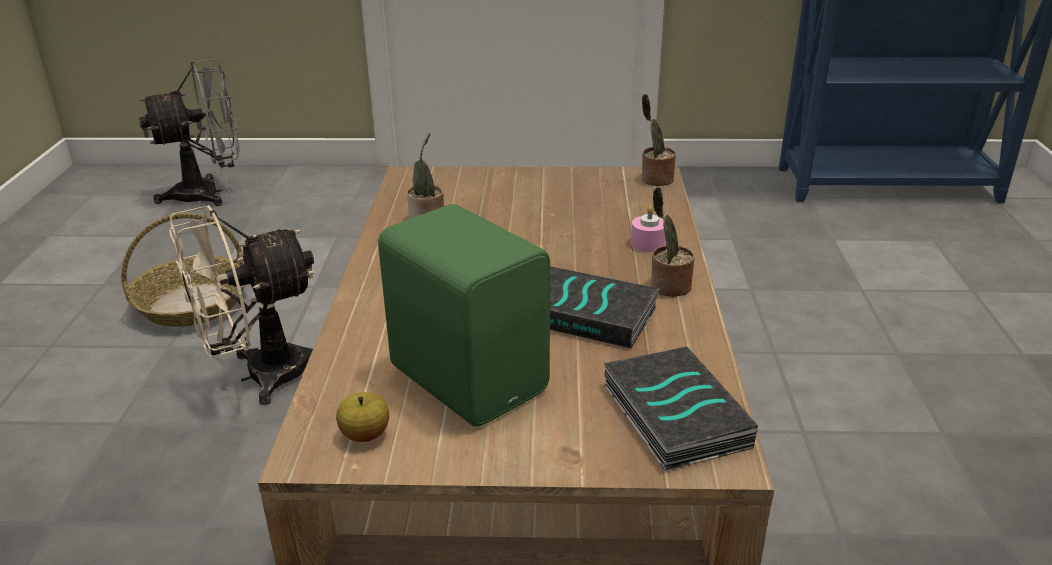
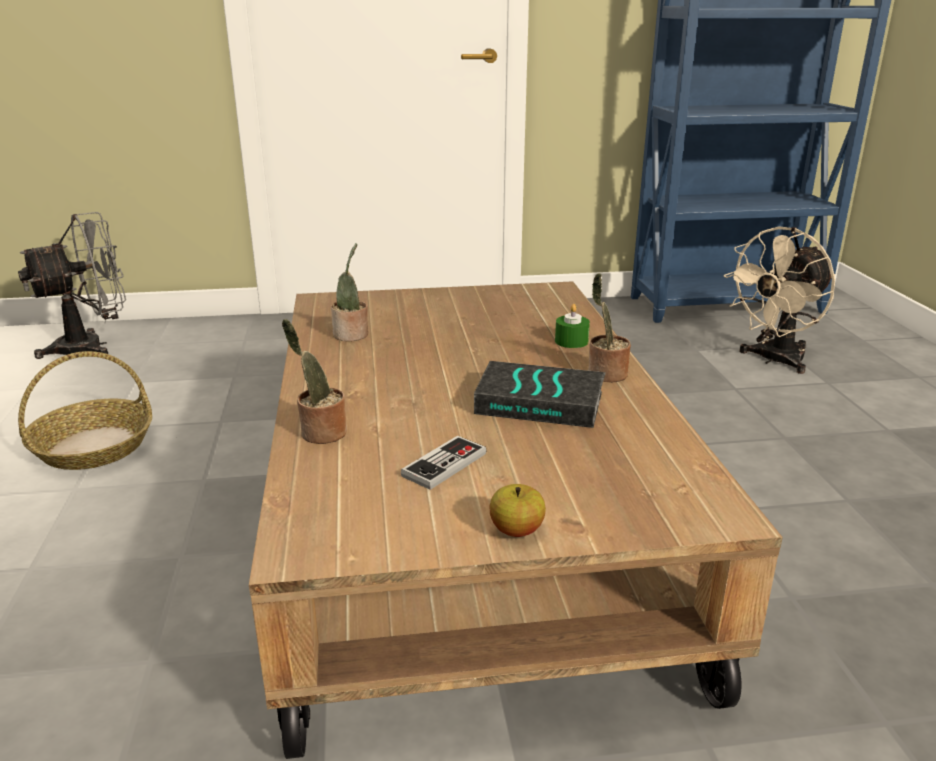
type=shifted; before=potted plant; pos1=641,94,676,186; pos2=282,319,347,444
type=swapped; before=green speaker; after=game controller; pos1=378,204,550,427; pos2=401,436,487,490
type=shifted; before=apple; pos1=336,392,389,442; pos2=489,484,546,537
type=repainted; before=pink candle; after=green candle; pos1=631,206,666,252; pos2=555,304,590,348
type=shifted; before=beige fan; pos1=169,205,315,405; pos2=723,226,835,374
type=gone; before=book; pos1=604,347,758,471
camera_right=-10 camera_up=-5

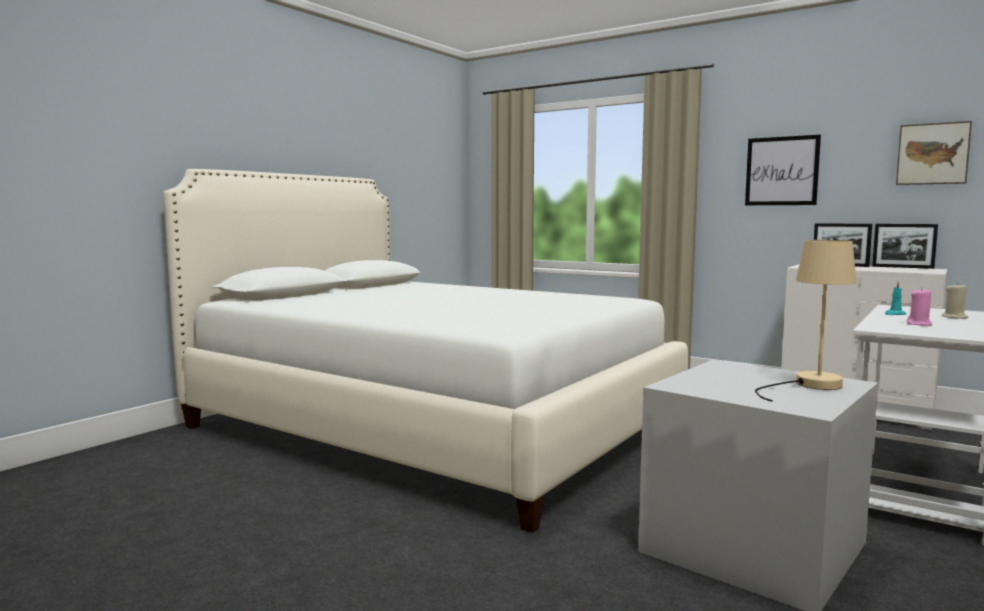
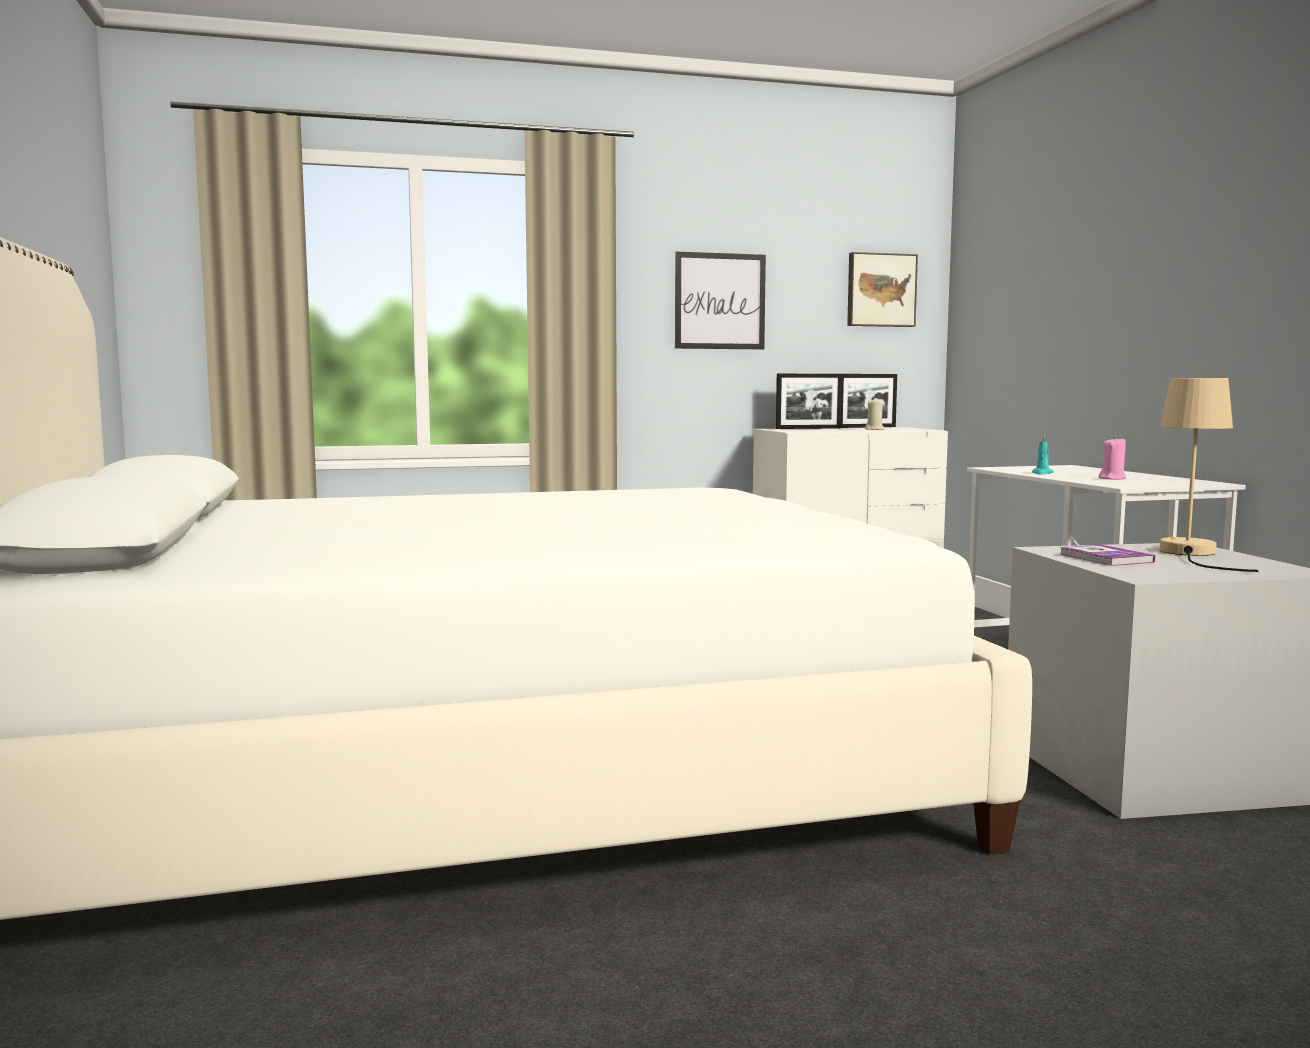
type=shifted; before=beige candle; pos1=942,283,968,319; pos2=865,397,884,430
type=new; after=book; pos2=1059,545,1155,566
camera_right=-50 camera_up=0

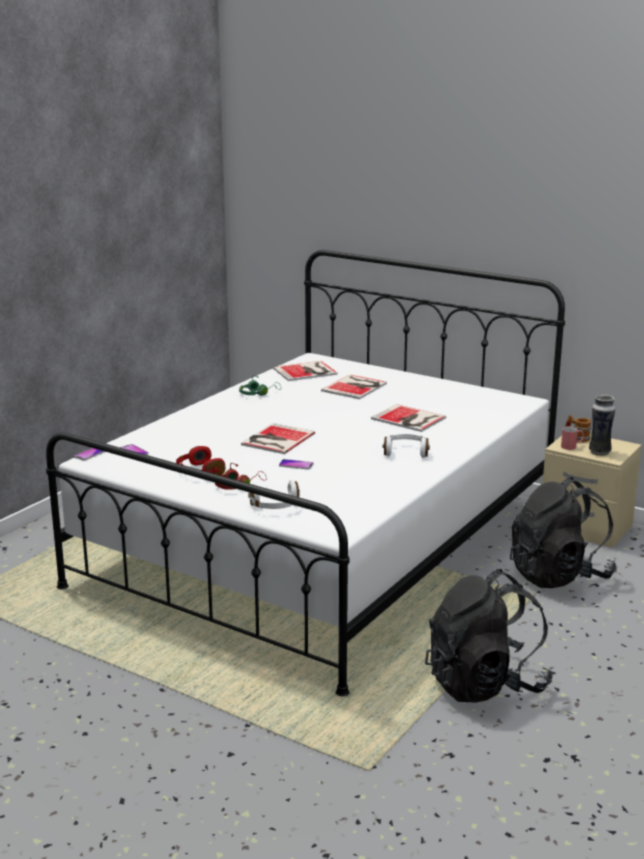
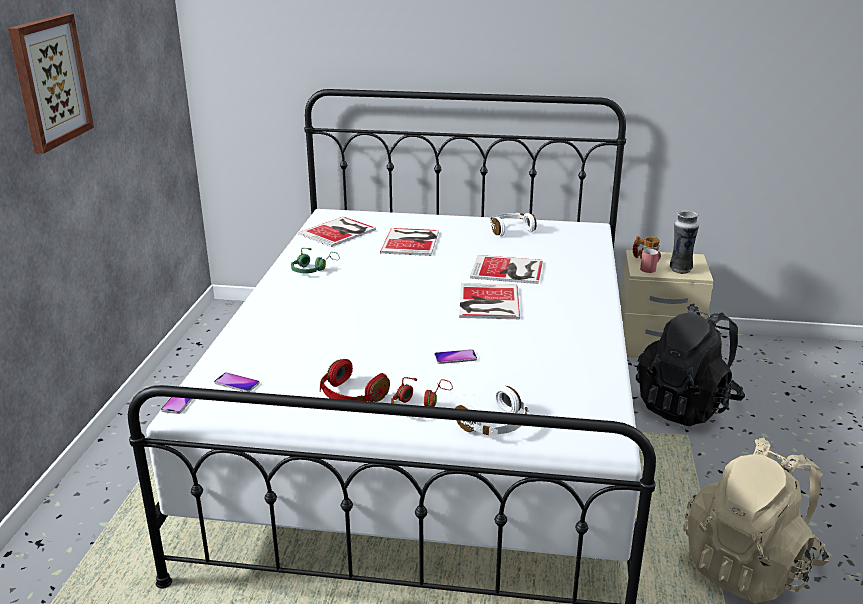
type=new; after=picture; pos2=8,14,94,153
type=shifted; before=book; pos1=241,423,315,454; pos2=459,283,520,319
type=shifted; before=white headphones; pos1=383,434,430,458; pos2=490,213,537,236
type=repainted; before=black backpack; after=beige backpack; pos1=425,569,553,703; pos2=683,437,829,604
camera_right=-25 camera_up=5

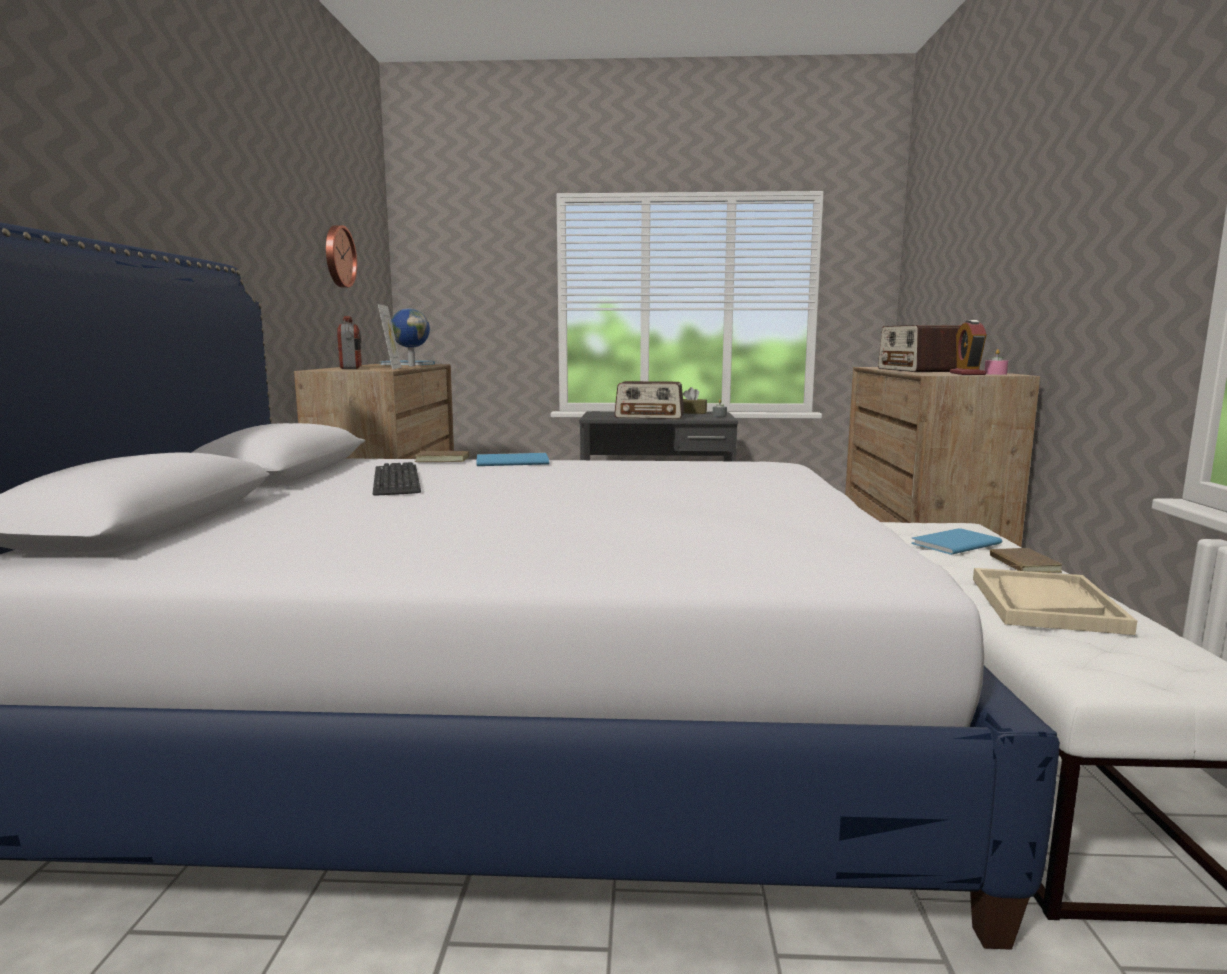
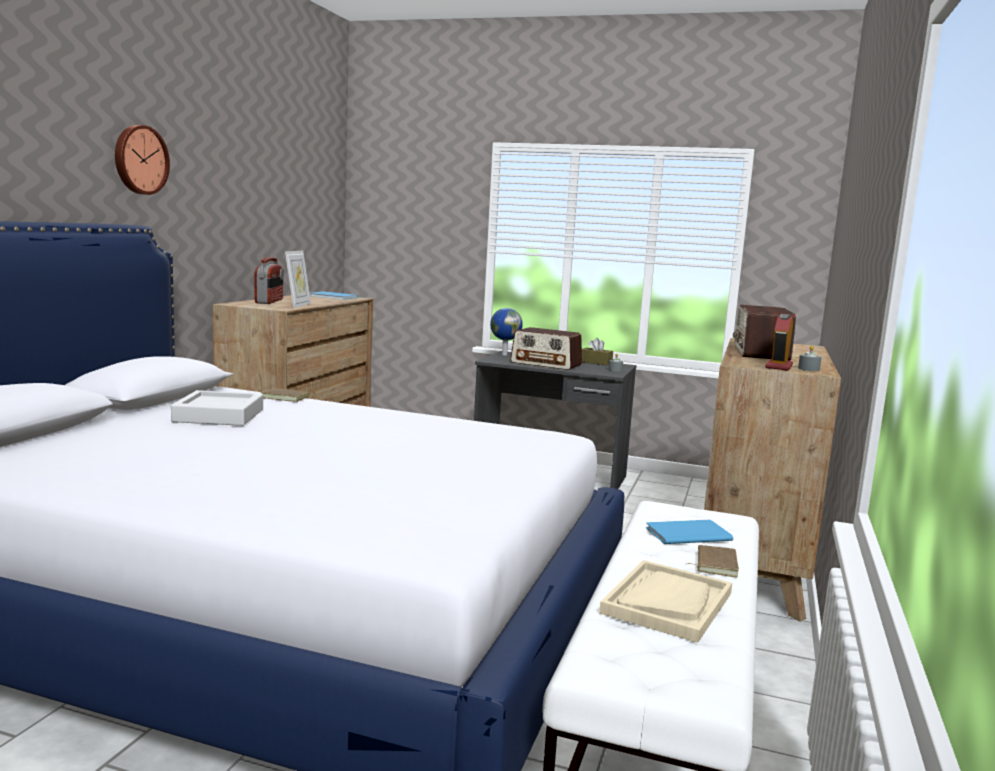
type=shifted; before=wall clock; pos1=326,225,357,288; pos2=115,125,170,195
type=swapped; before=keyboard; after=grey tray; pos1=373,462,421,495; pos2=171,390,263,426
type=shifted; before=globe; pos1=391,308,430,366; pos2=490,308,522,356
type=repainted; before=pink candle; after=grey candle; pos1=985,349,1008,375; pos2=798,345,822,371
type=gone; before=blue book; pos1=477,453,549,466
camera_right=15 camera_up=0

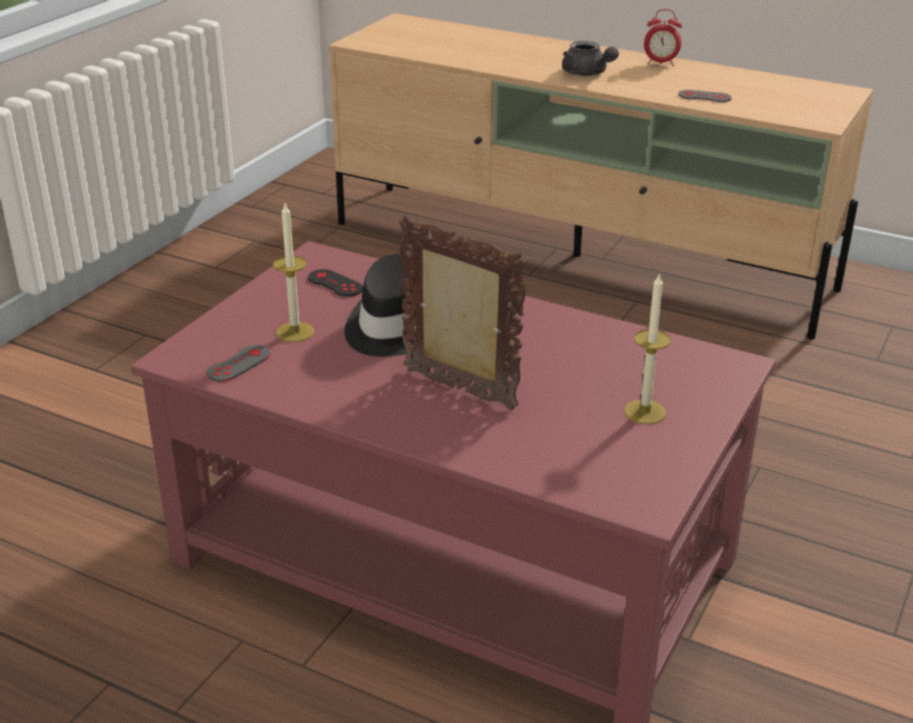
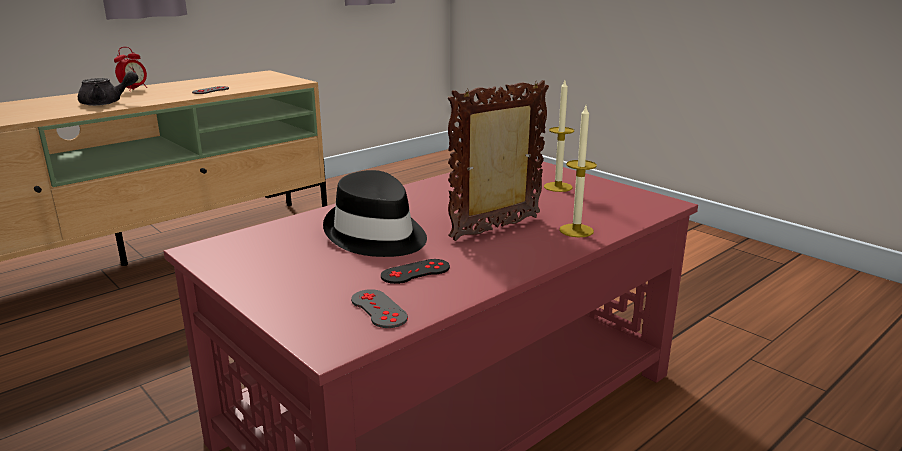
type=shifted; before=black game controller; pos1=308,269,363,297; pos2=381,259,450,284
type=shifted; before=candle; pos1=273,204,314,342; pos2=559,106,597,238
camera_right=-70 camera_up=-10

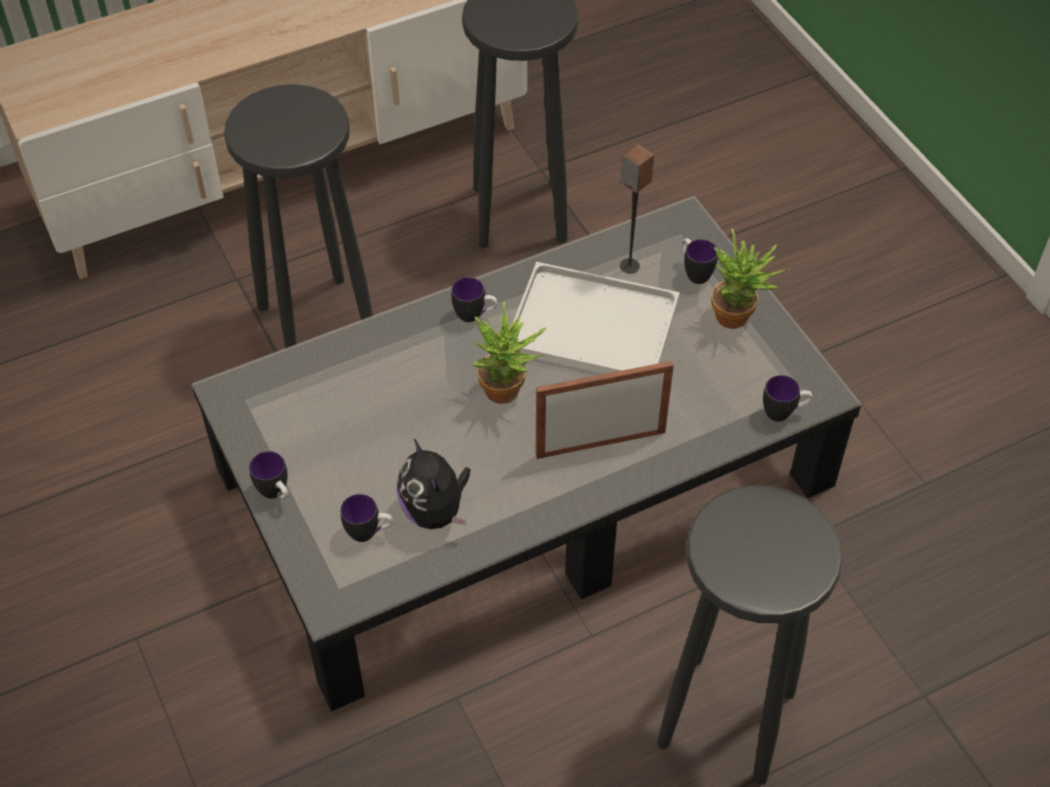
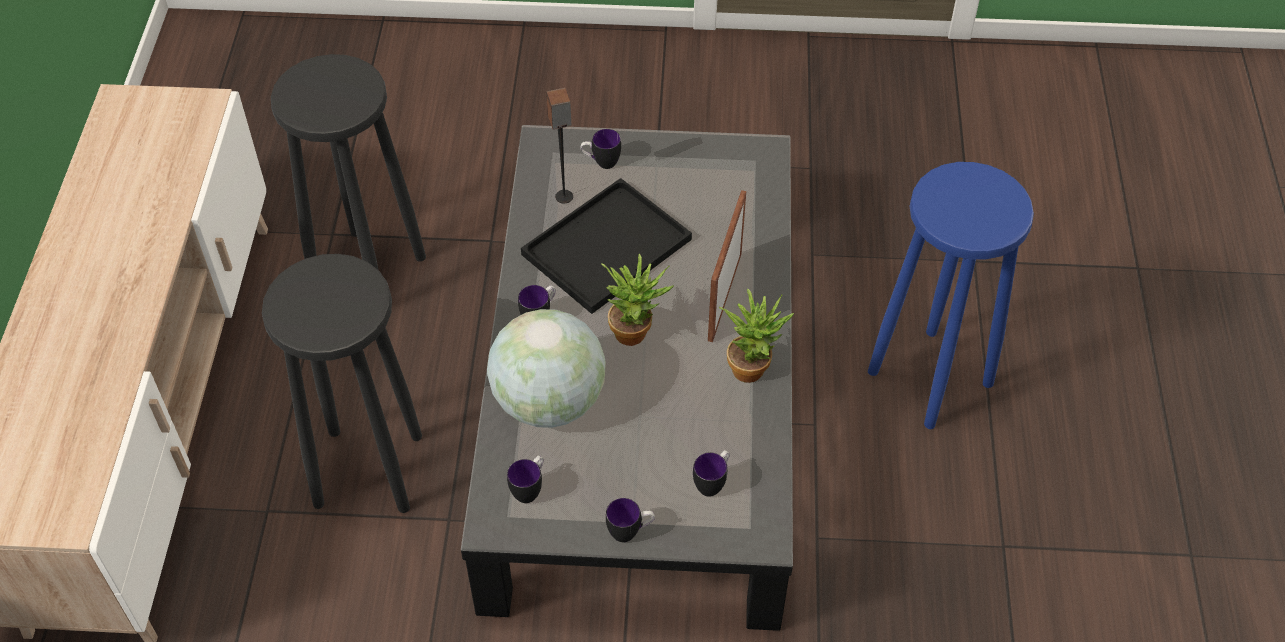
type=new; after=globe; pos2=487,309,606,428
type=shifted; before=mug; pos1=763,375,813,422; pos2=507,456,543,503
type=repainted; before=white tray; after=black tray; pos1=513,262,680,374; pos2=521,178,692,314
type=shifted; before=potted plant; pos1=711,229,790,329; pos2=719,289,794,383
type=repainted; before=black stool; after=blue stool; pos1=657,485,843,785; pos2=868,162,1034,429
type=gone; before=plush toy; pos1=397,438,471,529
camera_right=-60 camera_up=0

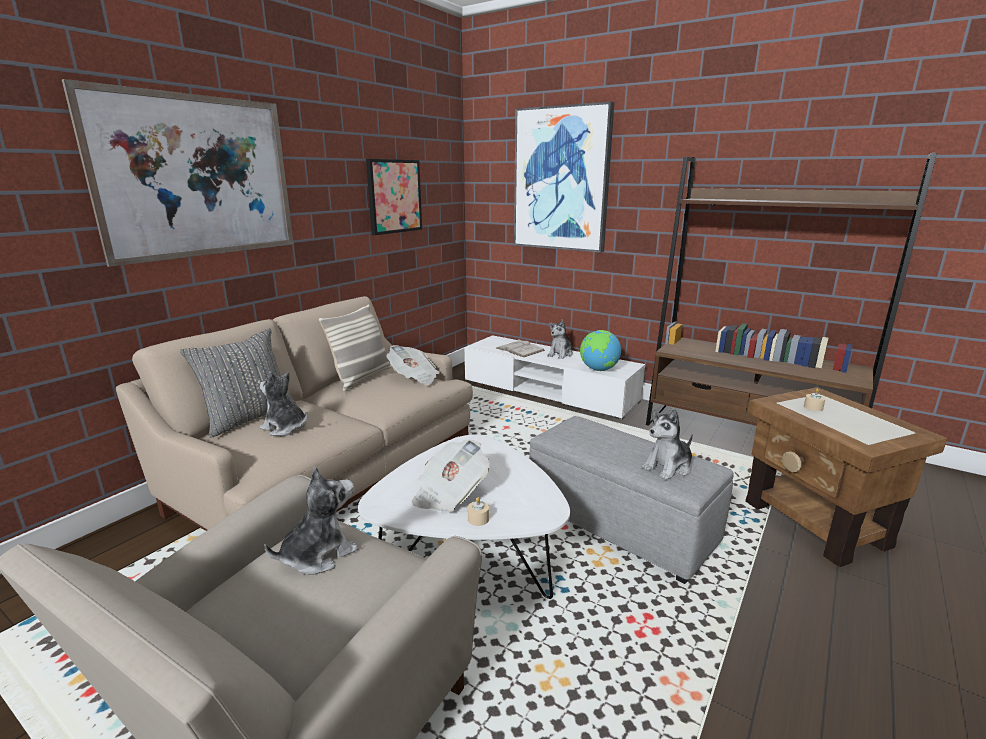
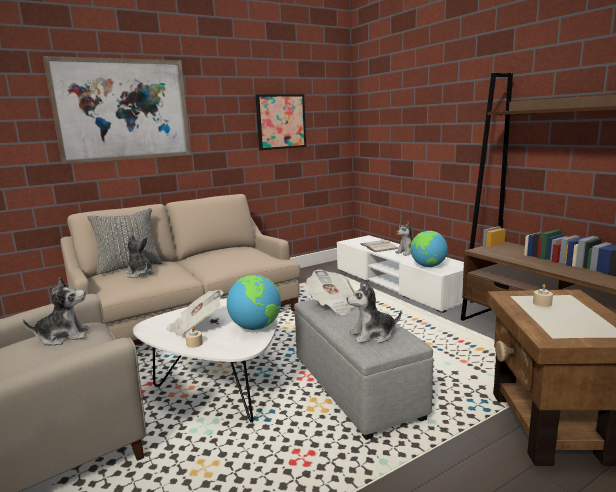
type=new; after=globe; pos2=227,275,281,330
type=shifted; before=newspaper; pos1=386,345,440,385; pos2=306,270,355,315
type=gone; before=pillow; pos1=319,304,391,391
type=gone; before=picture; pos1=514,102,614,252
camera_right=25 camera_up=-5

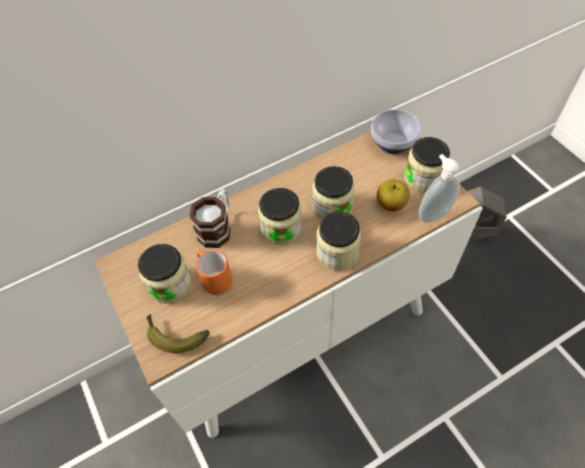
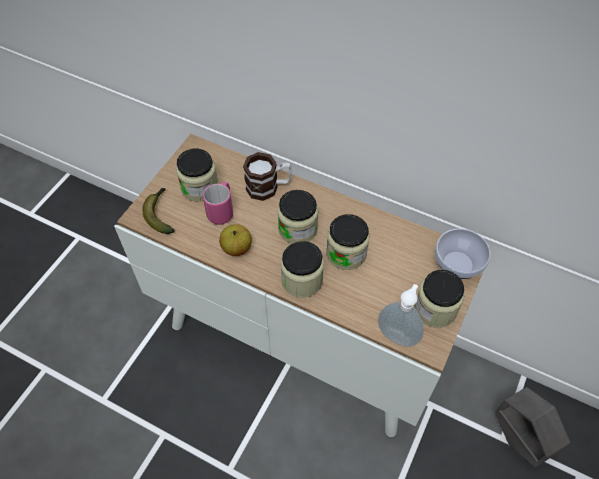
type=repainted; before=orange mug; after=pink mug; pos1=196,250,232,295; pos2=203,182,233,225
type=shifted; before=apple; pos1=377,180,409,211; pos2=219,224,252,256
camera_right=55 camera_up=0

